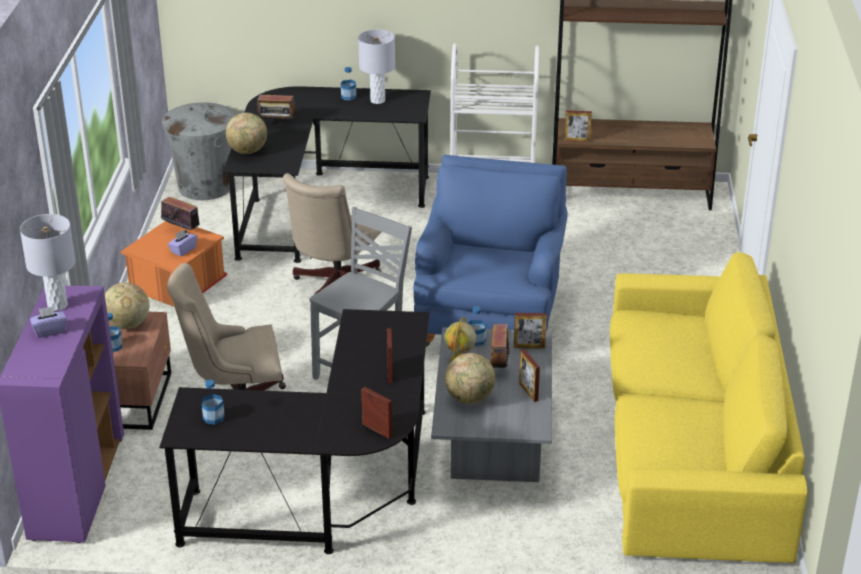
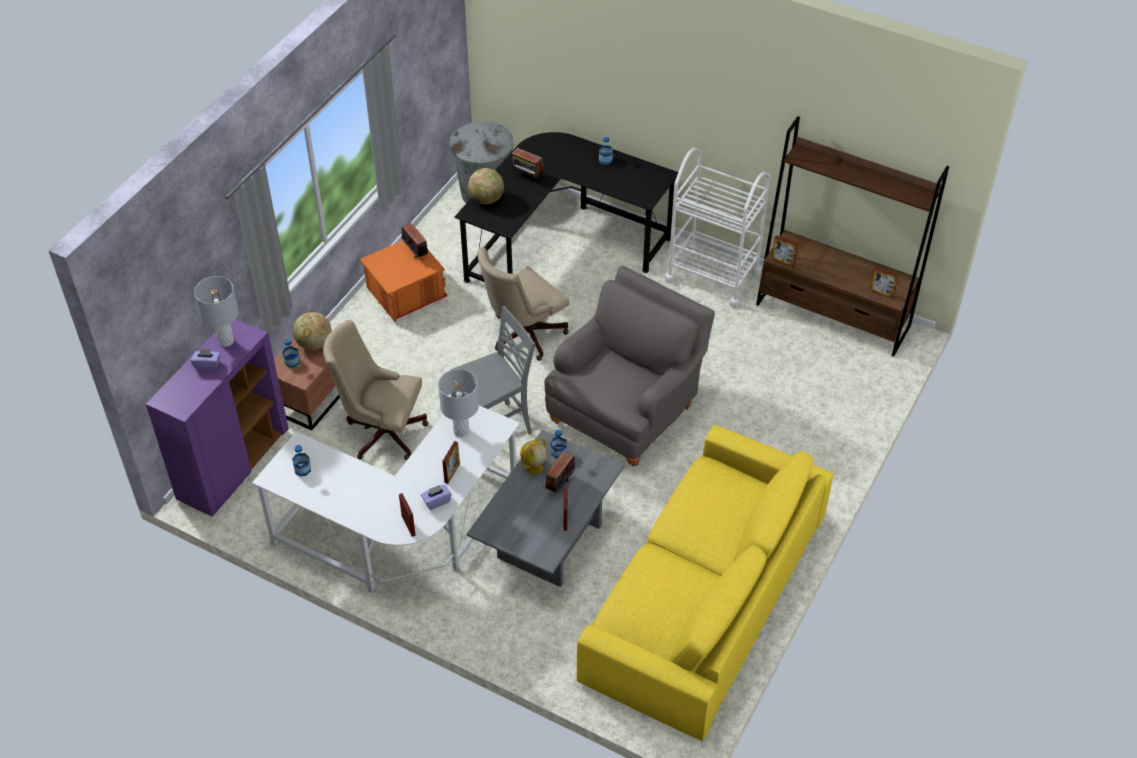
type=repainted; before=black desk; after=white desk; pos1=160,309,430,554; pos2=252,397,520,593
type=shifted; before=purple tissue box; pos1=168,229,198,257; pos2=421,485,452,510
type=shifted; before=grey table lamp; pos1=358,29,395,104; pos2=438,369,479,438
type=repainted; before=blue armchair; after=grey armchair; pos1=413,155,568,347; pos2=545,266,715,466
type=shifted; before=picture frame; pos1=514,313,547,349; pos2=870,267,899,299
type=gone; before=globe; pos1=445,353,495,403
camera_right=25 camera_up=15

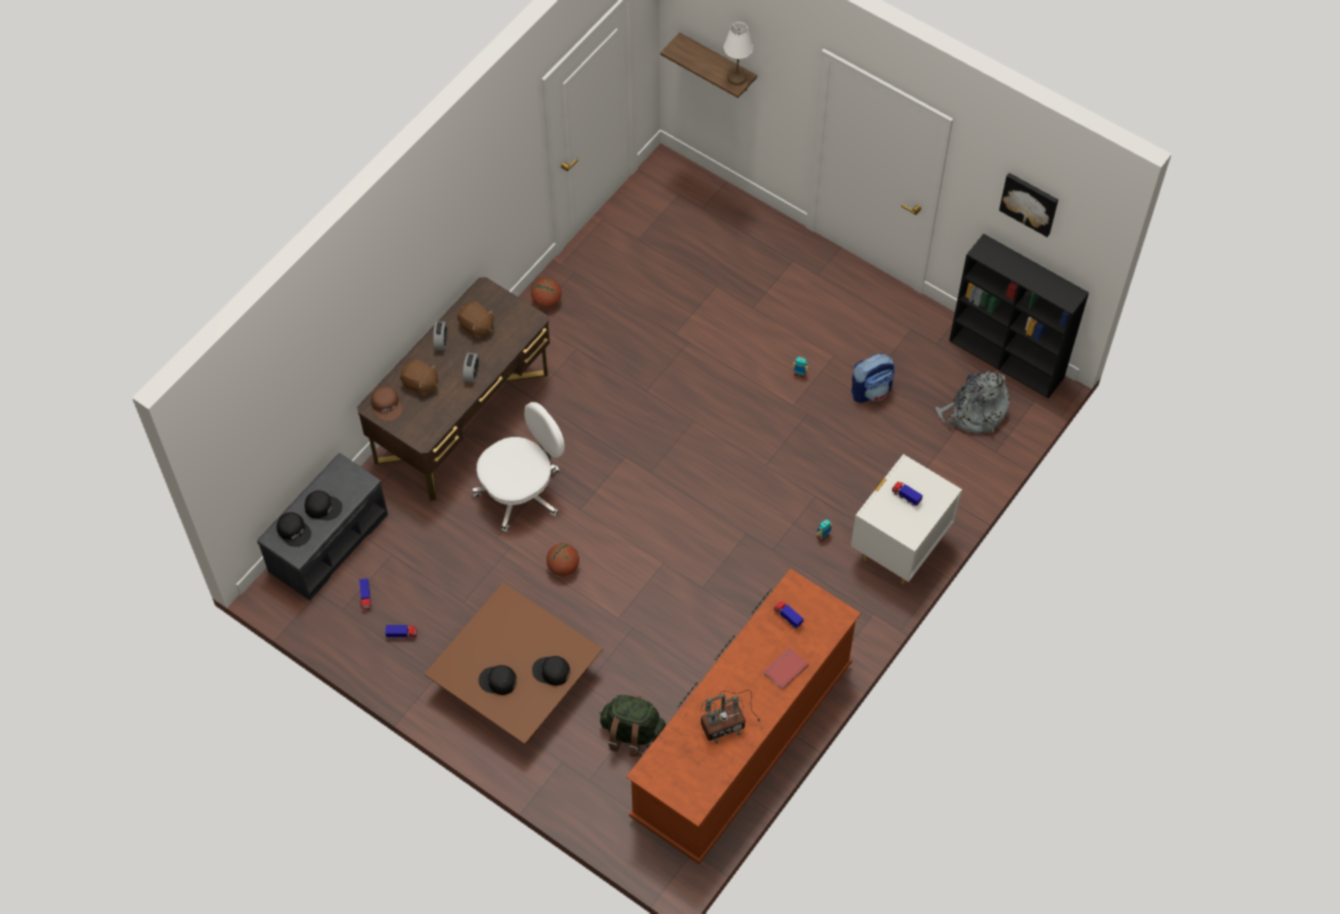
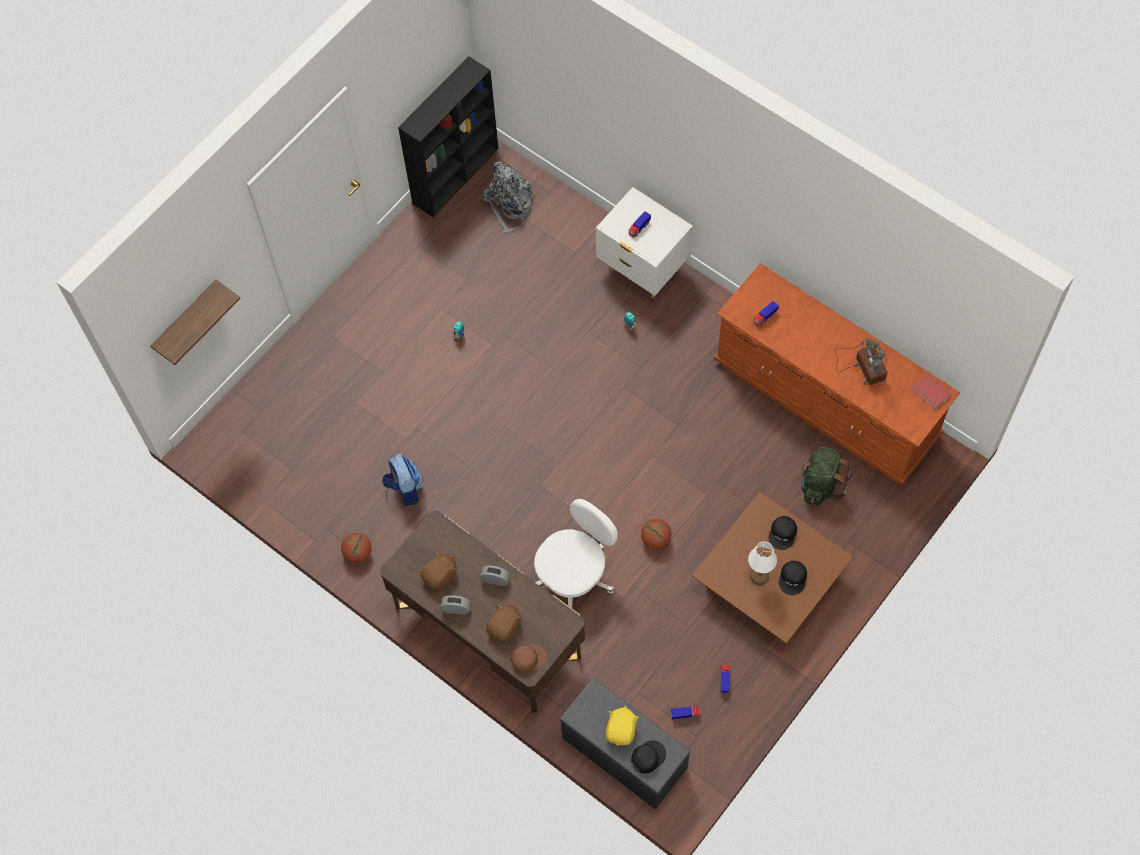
type=shifted; before=backpack; pos1=851,354,895,403; pos2=382,454,423,506
type=rotated; before=white office chair; pos1=472,402,564,532; pos2=534,499,618,609; turn=75
type=swapped; before=black cap; after=yellow plush toy; pos1=305,490,342,520; pos2=606,706,639,746
type=shifted; before=white table lamp; pos1=724,22,753,85; pos2=748,541,777,585
type=shifted; before=red book; pos1=763,647,809,690; pos2=911,373,952,410
type=gone; before=picture; pos1=999,173,1058,237
camera_right=-85 camera_up=5

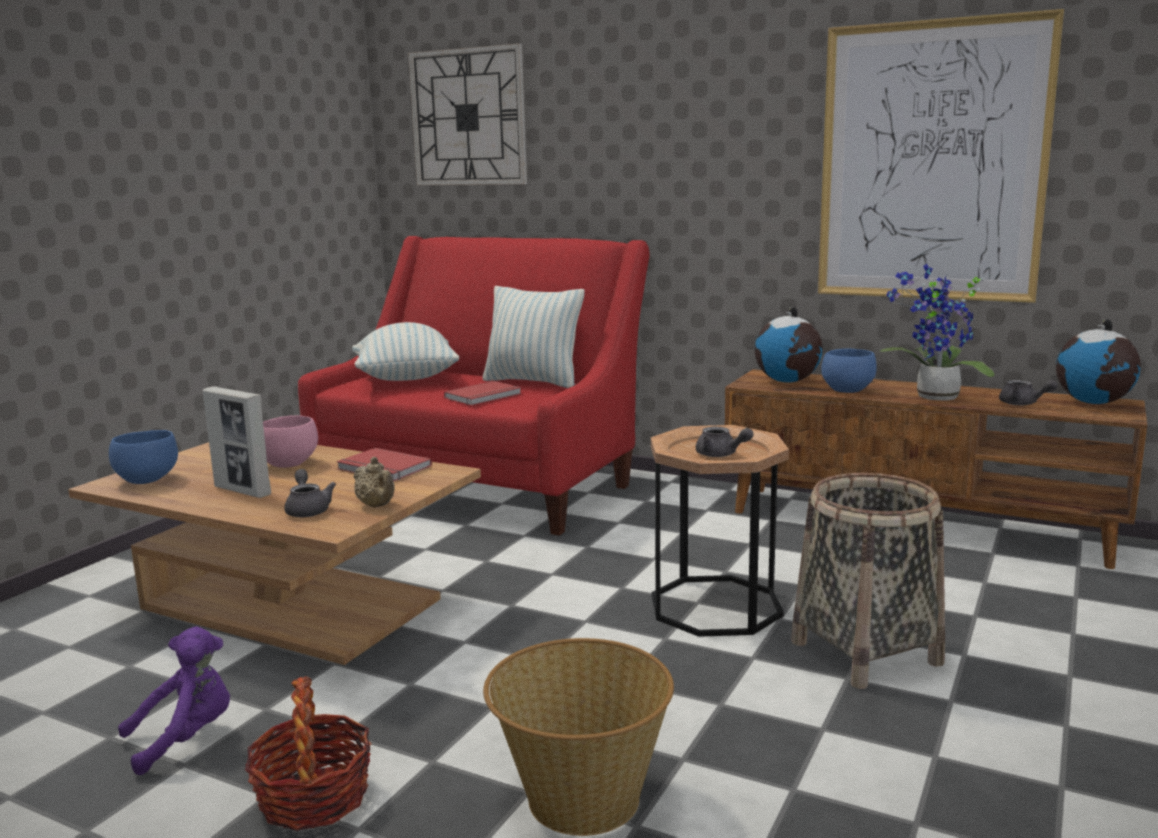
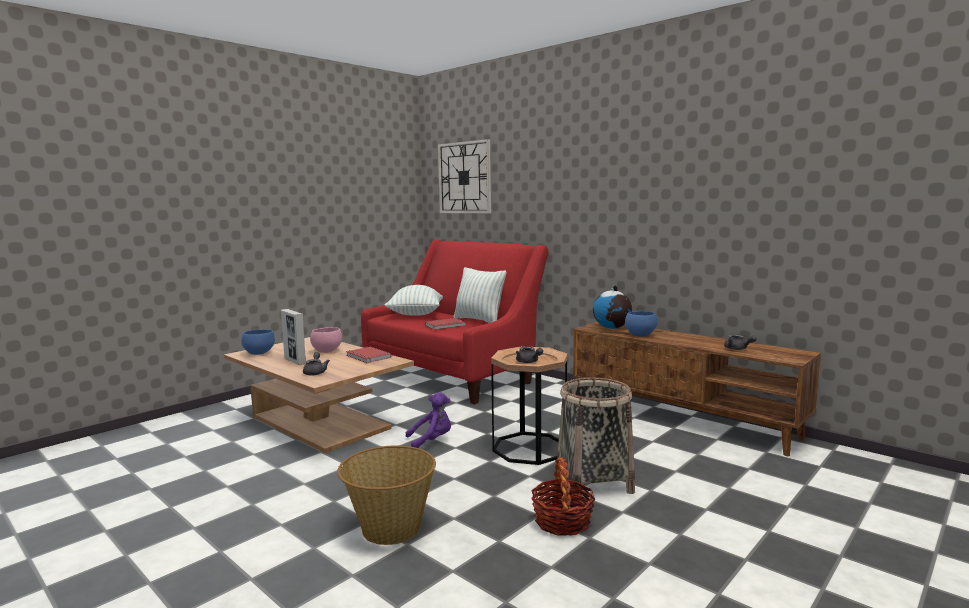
type=shifted; before=purple plush toy; pos1=118,627,230,775; pos2=406,392,451,448
type=shifted; before=basket; pos1=245,676,372,831; pos2=531,457,596,536
type=gone; before=beige teapot; pos1=354,457,395,507
type=gone; before=picture; pos1=818,9,1064,303
type=gone; before=potted plant; pos1=880,264,994,401
type=gone; before=globe; pos1=1056,319,1141,404
camera_right=15 camera_up=-5

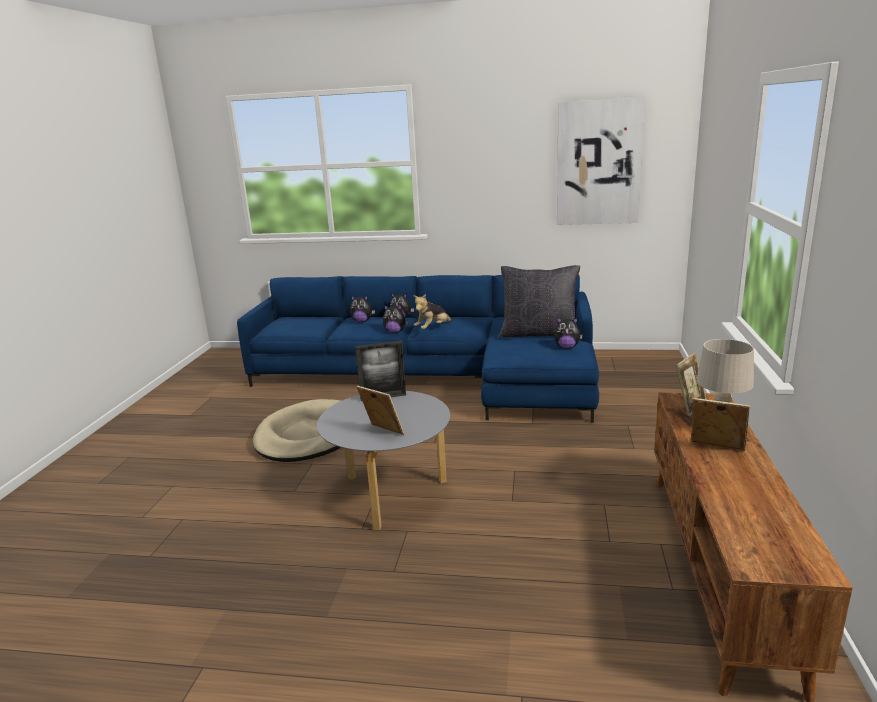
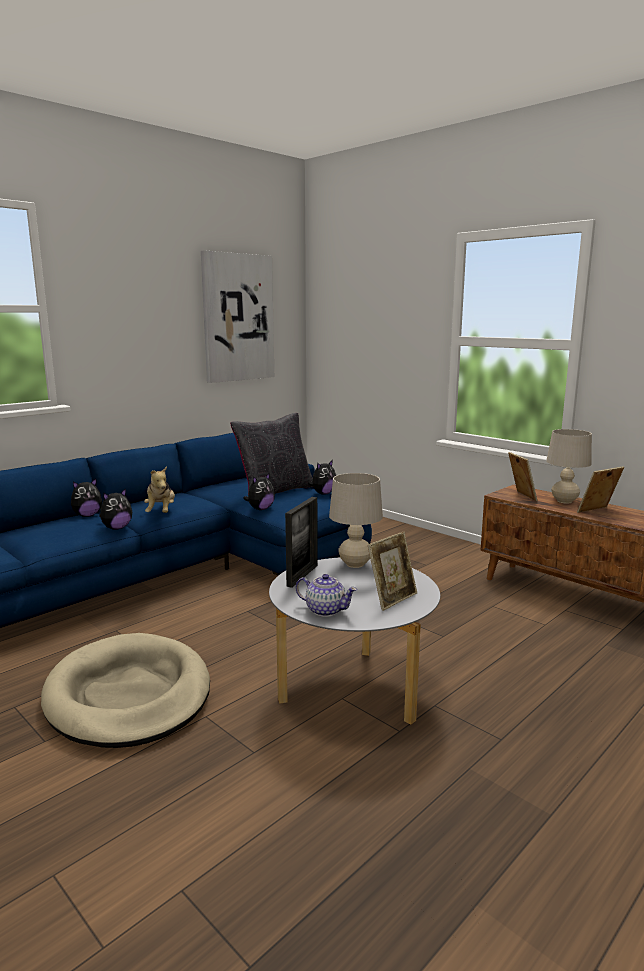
type=shifted; before=plush toy; pos1=350,295,375,322; pos2=243,473,275,510
type=new; after=teapot; pos2=296,574,357,617
type=new; after=beige table lamp; pos2=329,473,383,568
type=rotated; before=picture frame; pos1=356,386,405,435; pos2=368,532,417,611; turn=150
camera_right=-55 camera_up=-5

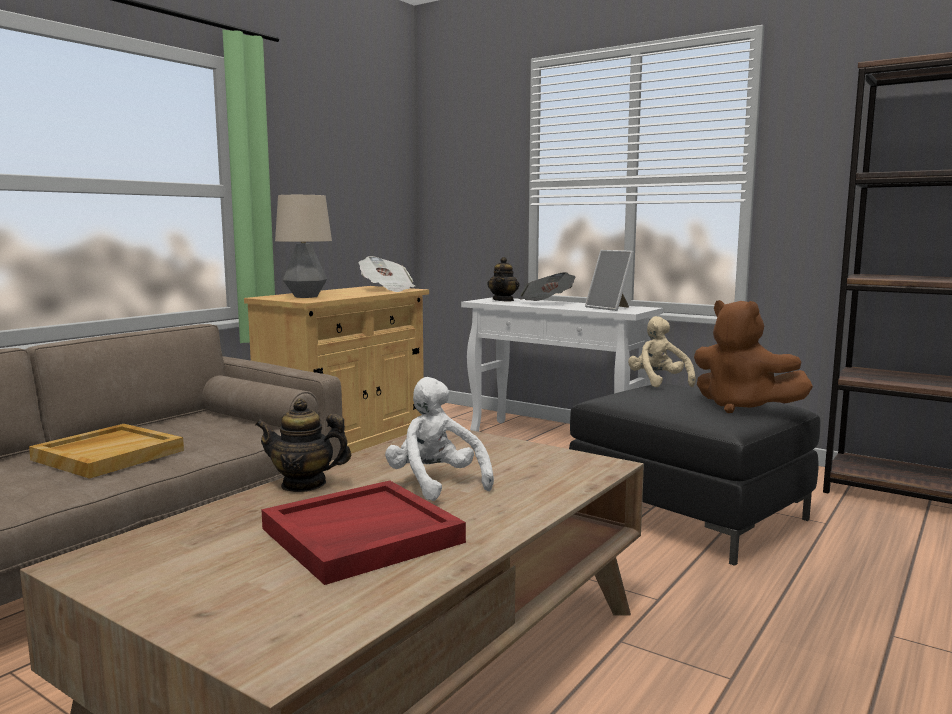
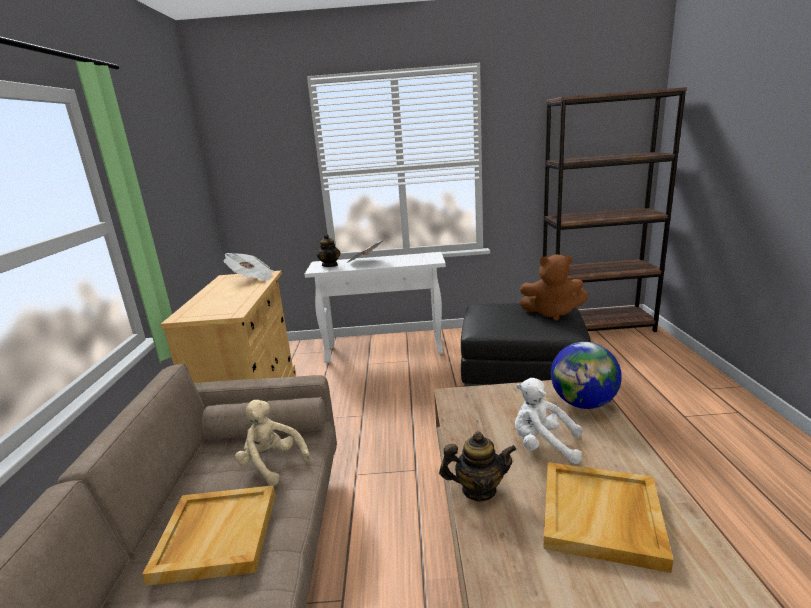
type=shifted; before=beige plush toy; pos1=628,316,696,387; pos2=235,400,310,486
type=rotated; before=teapot; pos1=255,399,352,492; pos2=440,432,517,501; turn=-150
type=repainted; before=red tray; after=beige tray; pos1=261,480,466,585; pos2=543,462,673,573
type=new; after=globe; pos2=551,342,622,409
type=gone; before=table lamp; pos1=275,195,332,298
type=gone; before=picture frame; pos1=585,250,634,311
camera_right=-35 camera_up=10

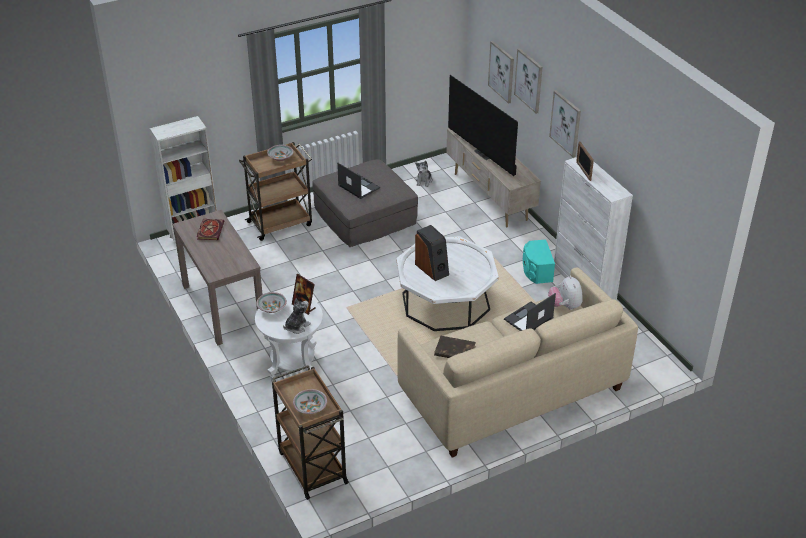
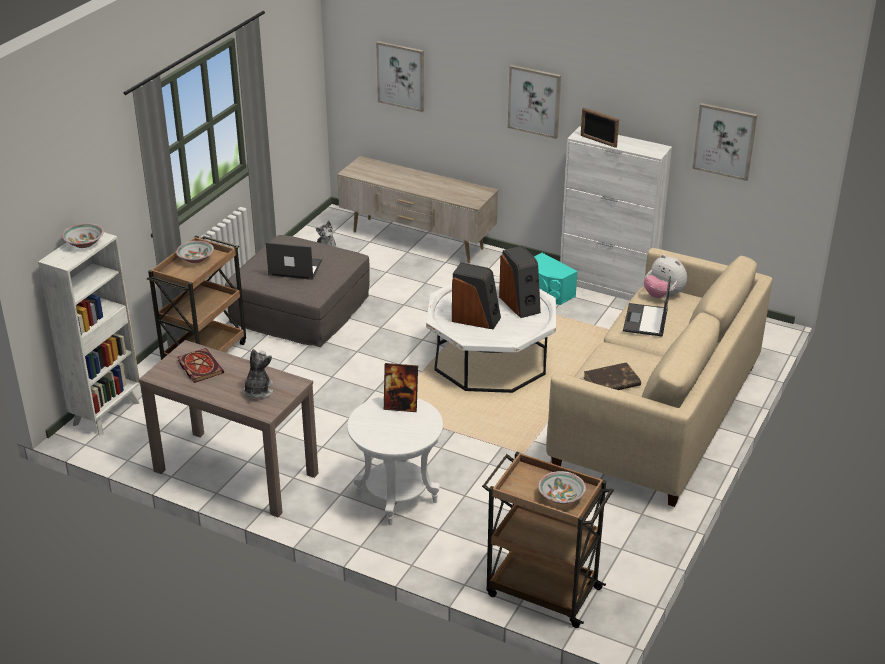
type=shifted; before=bowl; pos1=256,292,287,313; pos2=62,223,104,248
type=shifted; before=plush toy; pos1=283,298,311,334; pos2=243,349,273,399
type=new; after=speaker; pos2=499,245,541,318
type=shifted; before=picture; pos1=514,48,543,114; pos2=692,103,757,181
type=gone; before=television; pos1=448,75,518,176
camera_right=-35 camera_up=-5

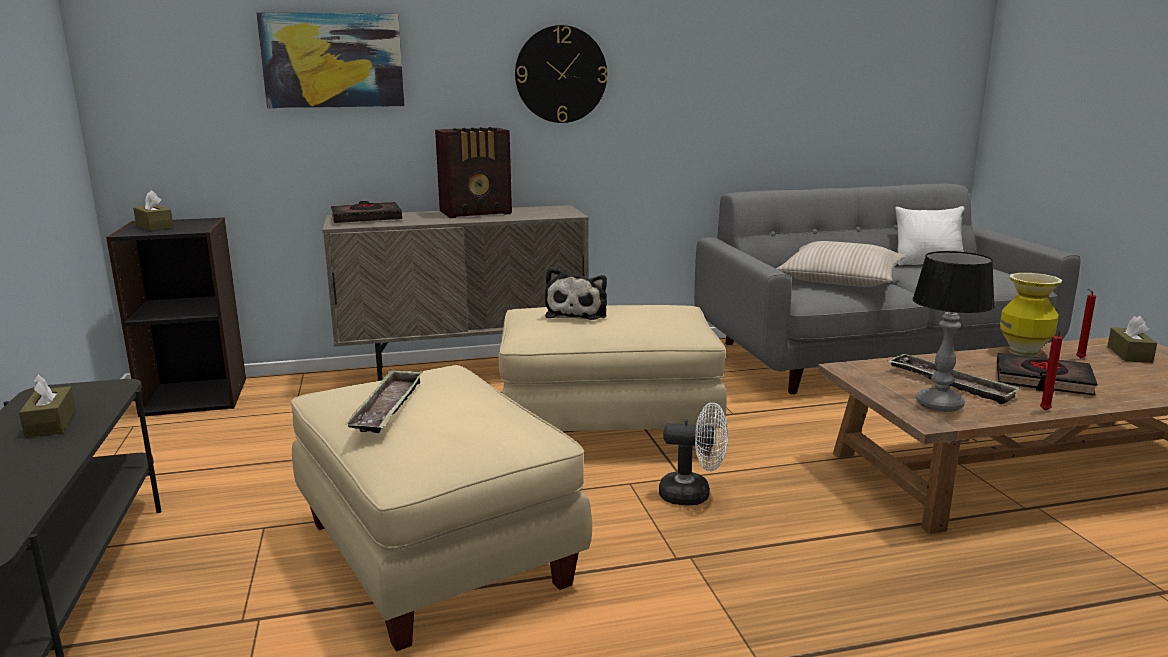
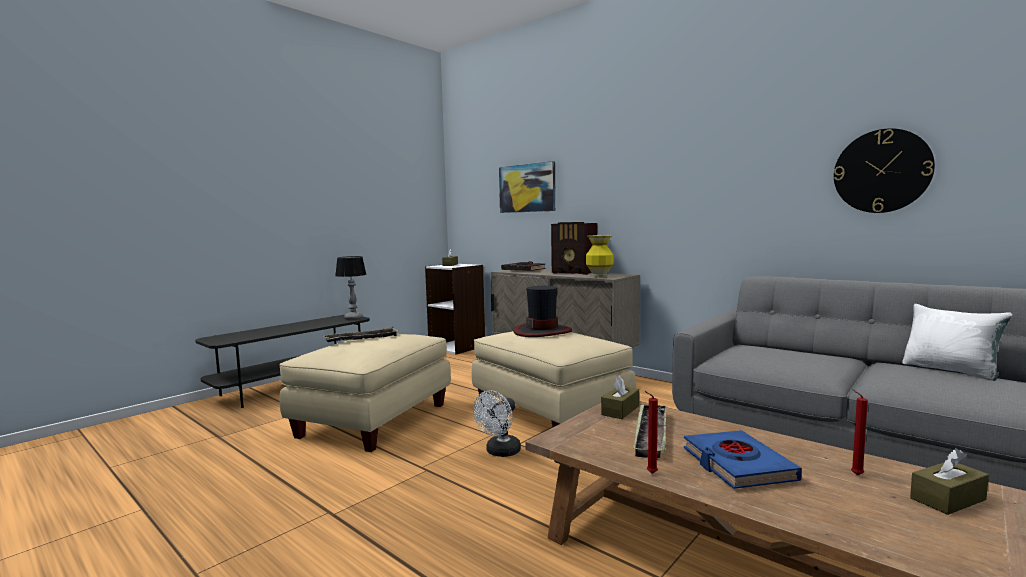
type=shifted; before=table lamp; pos1=913,251,995,412; pos2=335,256,367,320
type=repainted; before=black bookcase; after=white bookcase; pos1=106,217,246,417; pos2=425,264,485,354
type=rotated; before=white fan; pos1=659,402,728,505; pos2=473,391,521,457; turn=60
type=swapped; before=plush toy; after=hat; pos1=545,267,607,320; pos2=513,286,572,337
type=shifted; before=vase; pos1=999,273,1062,357; pos2=586,235,613,278
type=shifted; before=brown tissue box; pos1=19,374,76,438; pos2=601,375,639,419
type=repainted; before=black book; after=blue book; pos1=996,353,1097,396; pos2=684,430,802,489
type=shifted; before=wall clock; pos1=515,25,607,123; pos2=834,128,935,213
type=gone; before=beige pillow; pos1=776,241,905,287
camera_right=55 camera_up=-10

